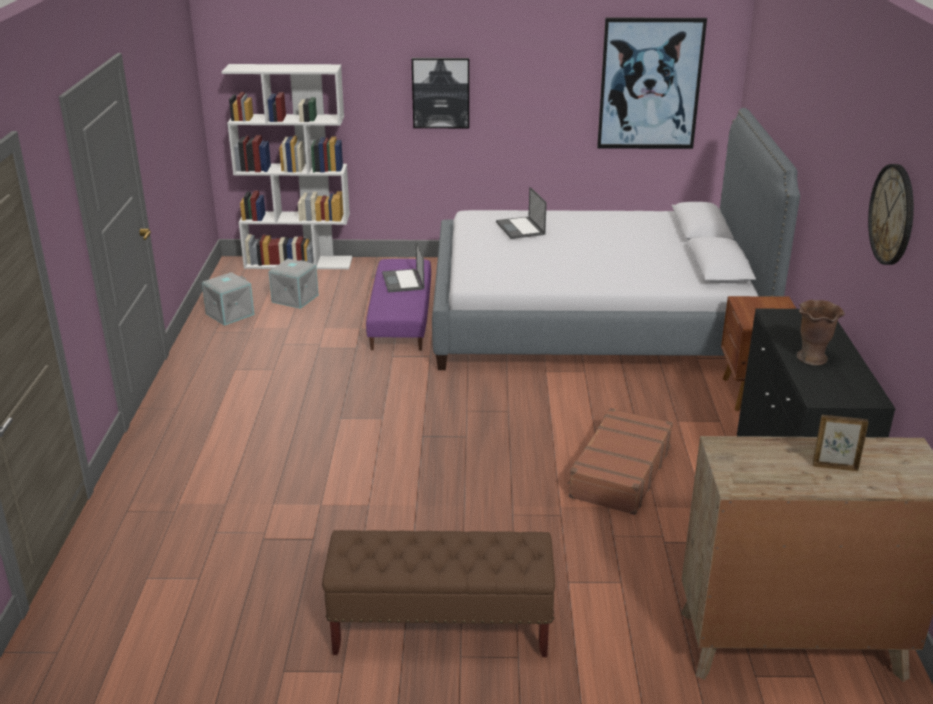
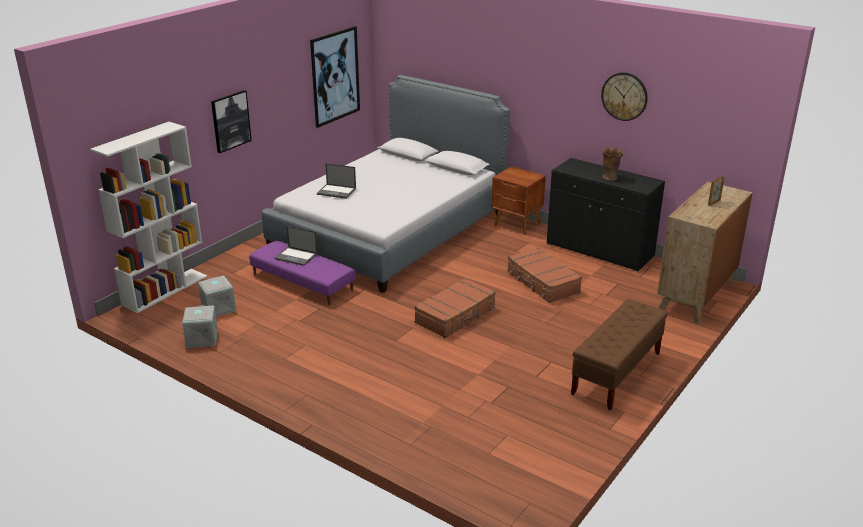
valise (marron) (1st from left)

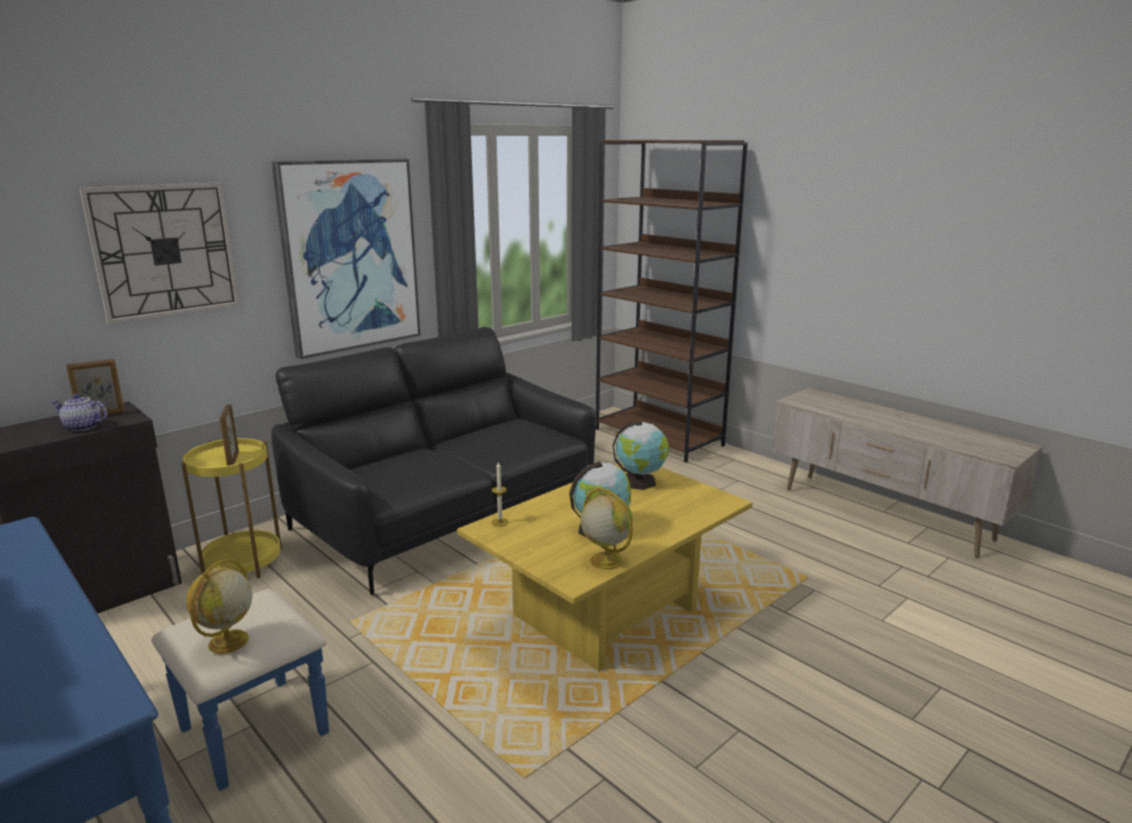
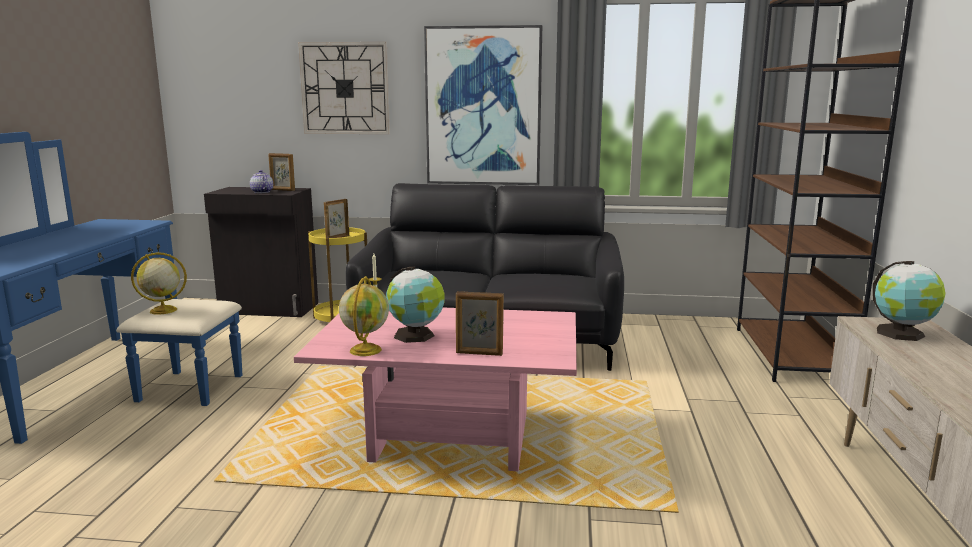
table basse (rose)
cadre photo (3rd from left)
globe (4th from left)

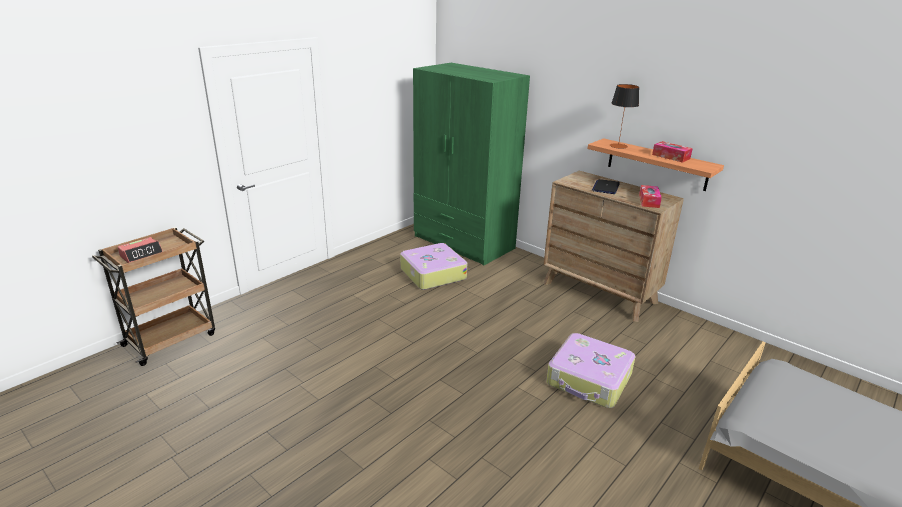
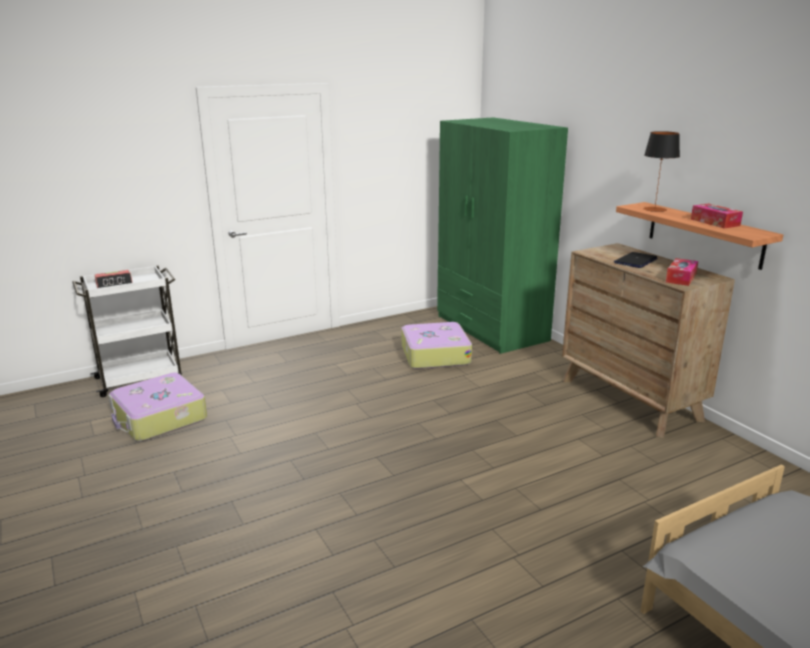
chariot (blanc)
valise (1st from left)

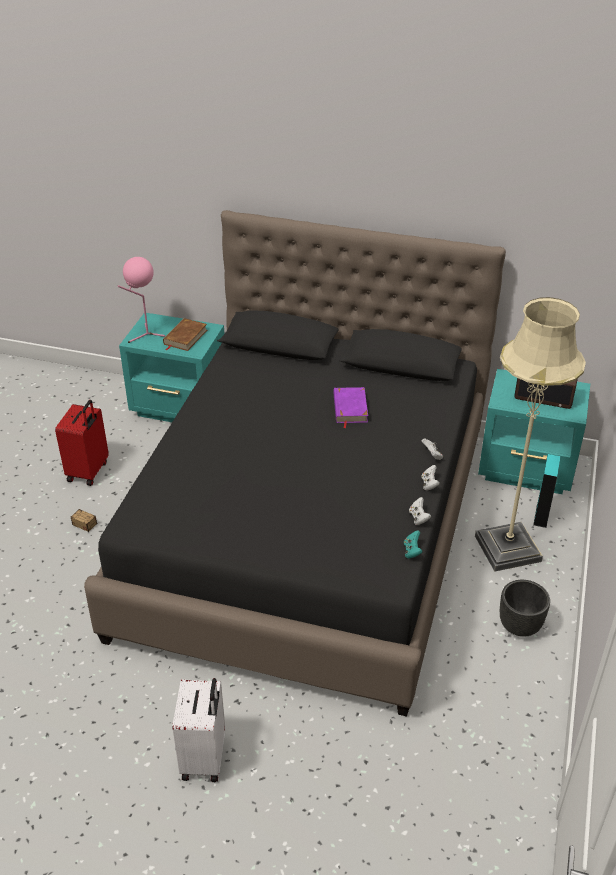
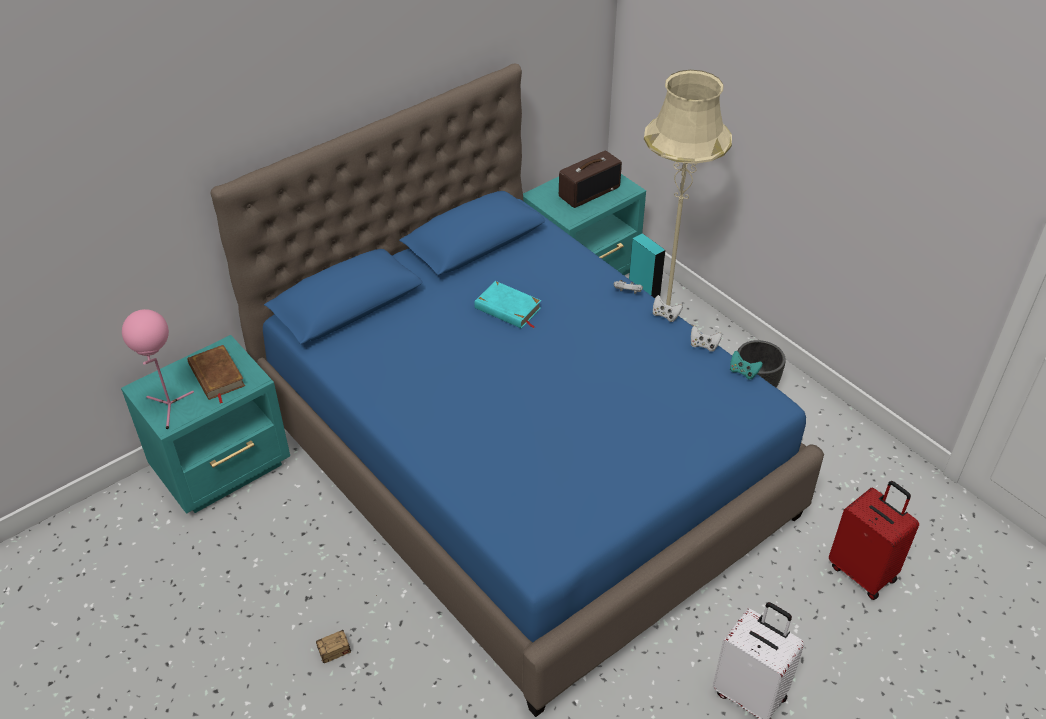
lit (bleu)
livre (turquoise)
valise (rouge)

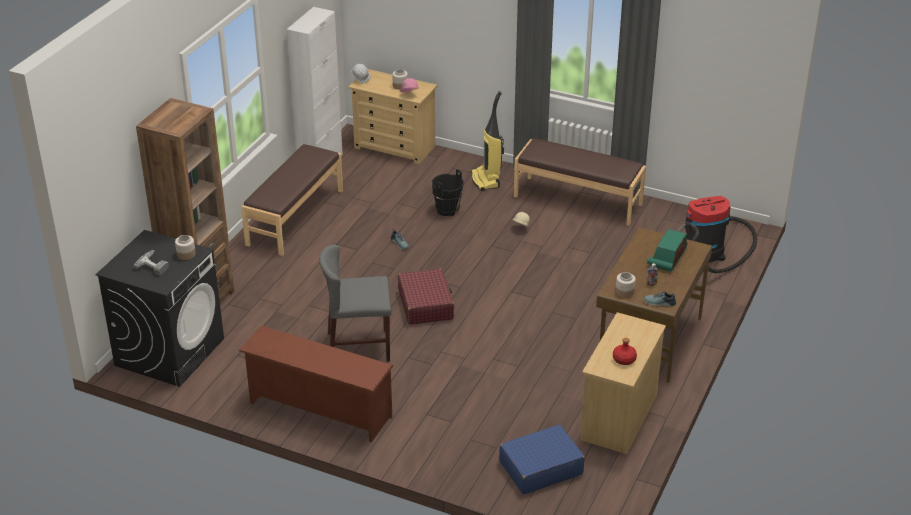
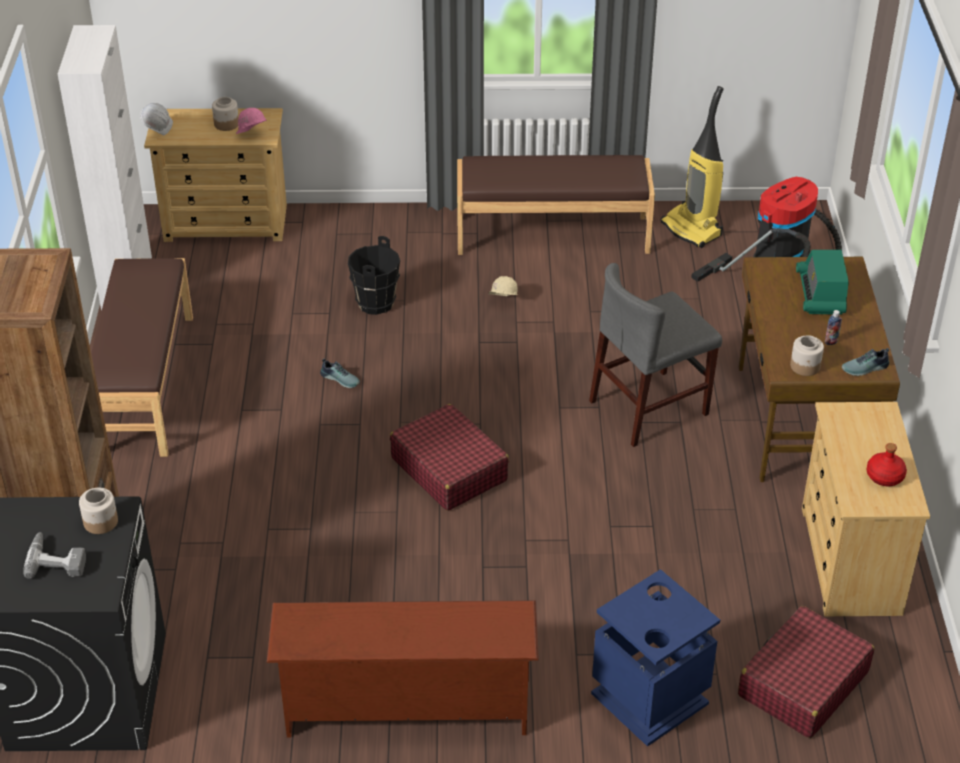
chaise (gris)
poubelle (bleu)
aspirateur (1st from left)
valise (rouge) (2nd from left)

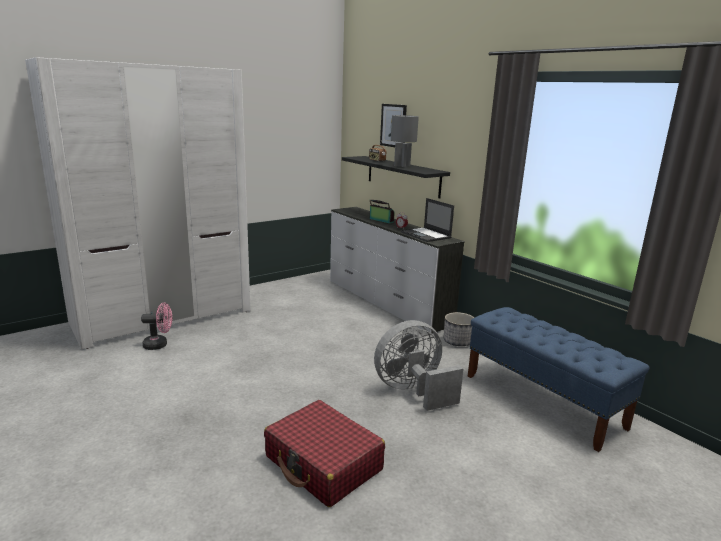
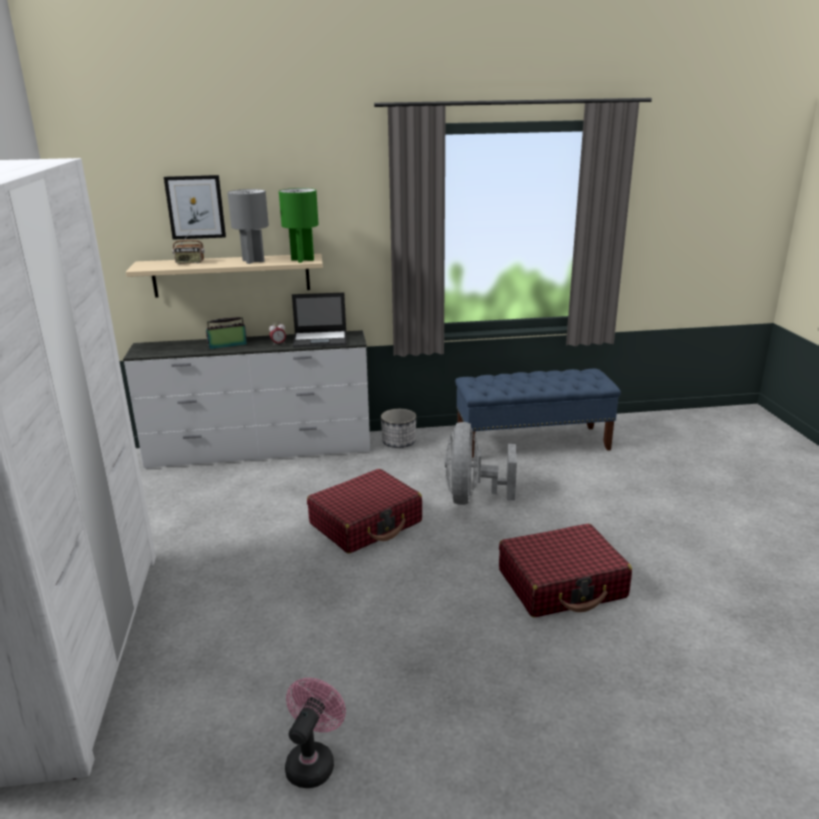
étagère (beige)
lampe de table (vert)
ventilateur (rose)
valise (rouge) (1st from left)

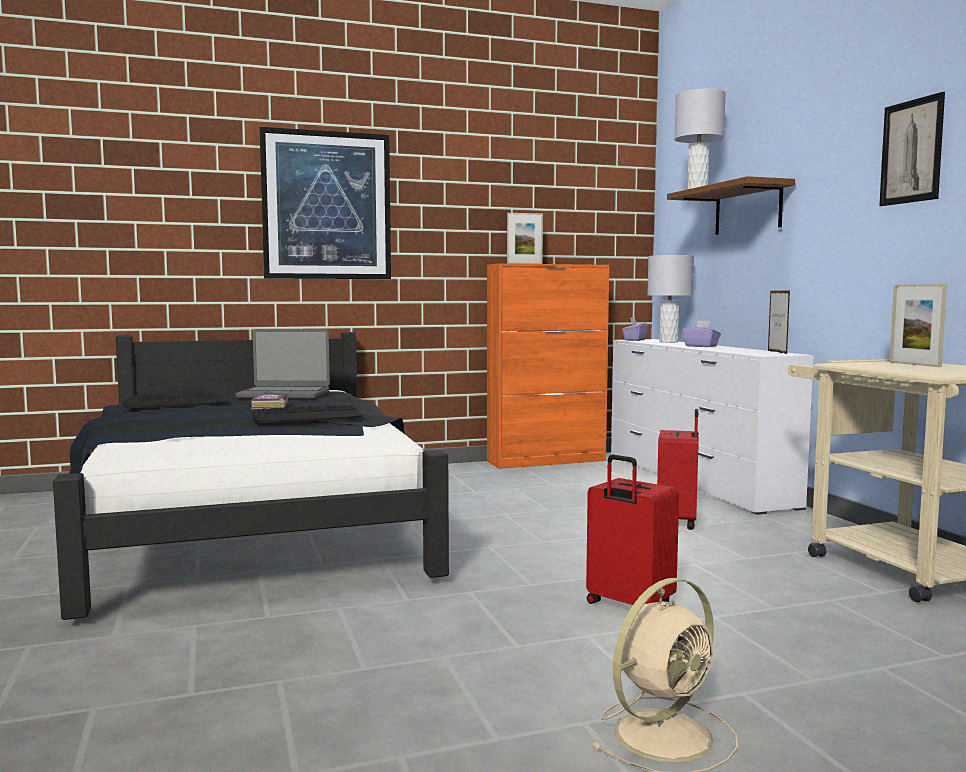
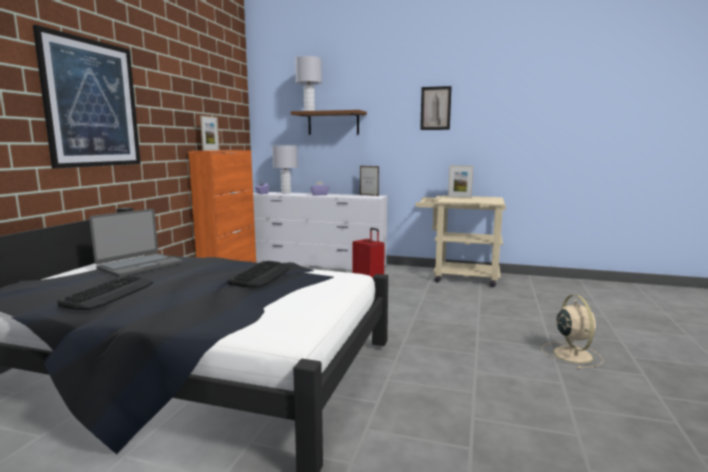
livre
valise (rouge) (1st from left in the first image)

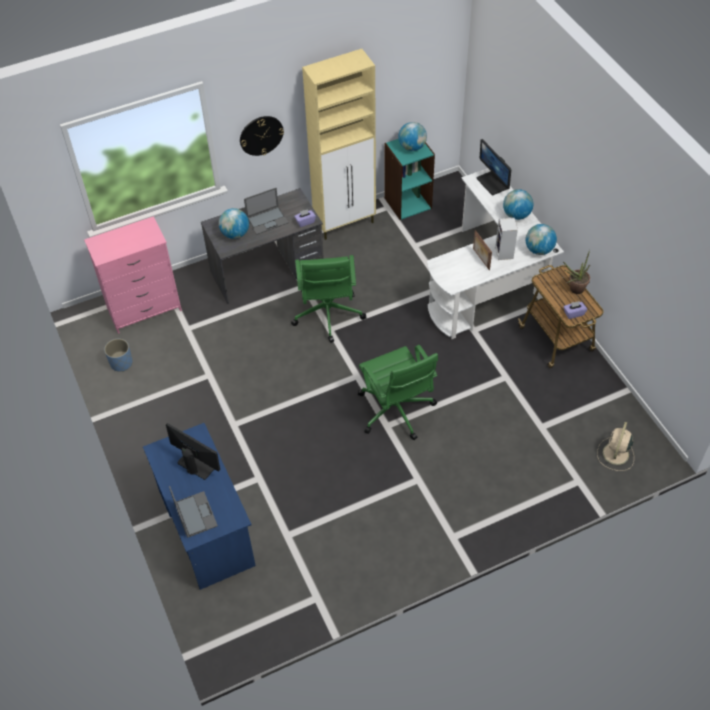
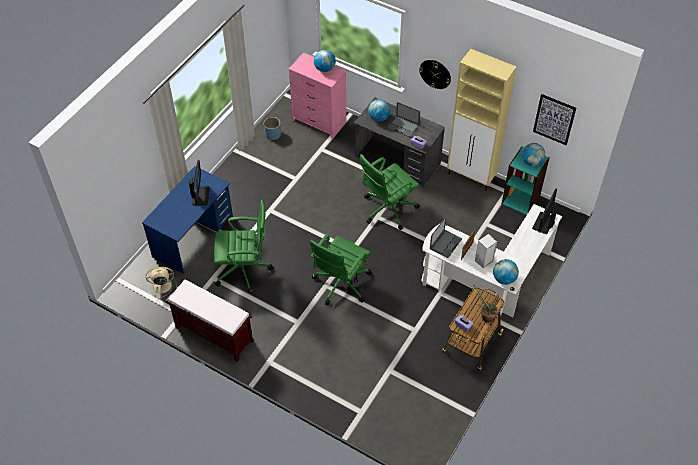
ventilateur (beige)
banc (marron)
chaise de bureau (vert) (1st from left)
globe (1st from left)
ordinateur portable (2nd from left)
tableau

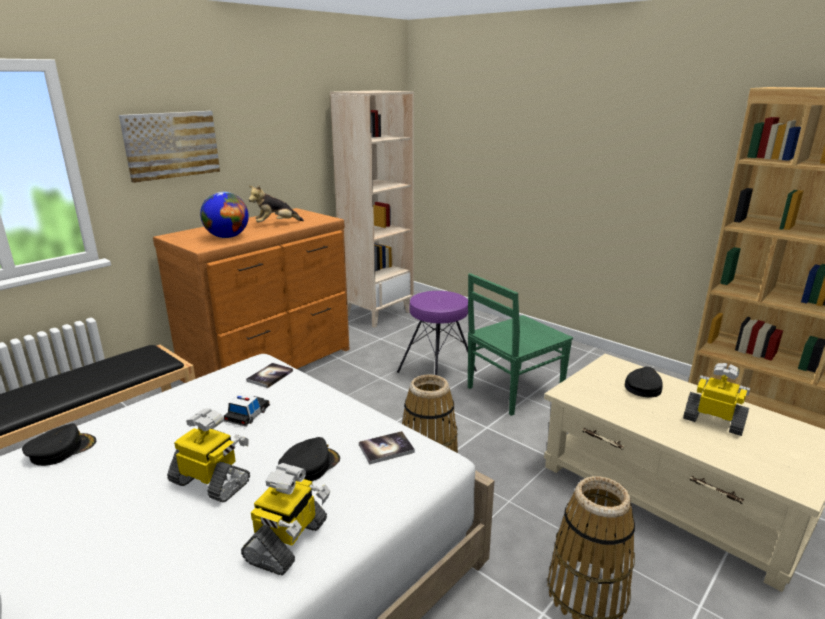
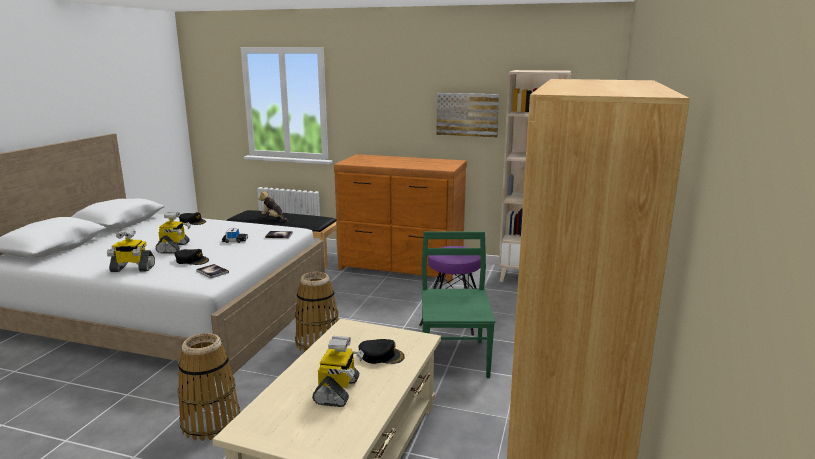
peluche
chaise (vert)
tableau
globe

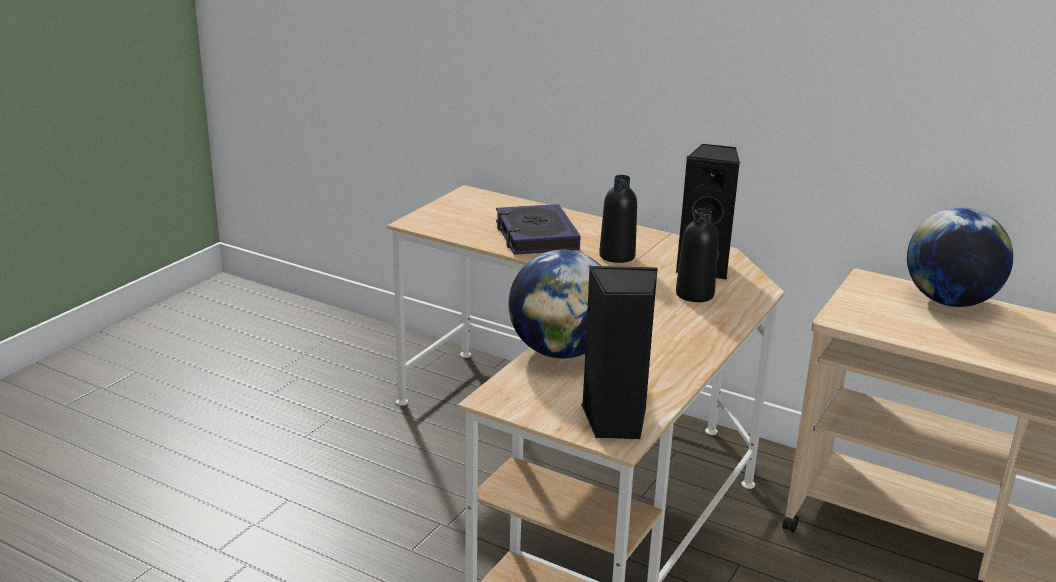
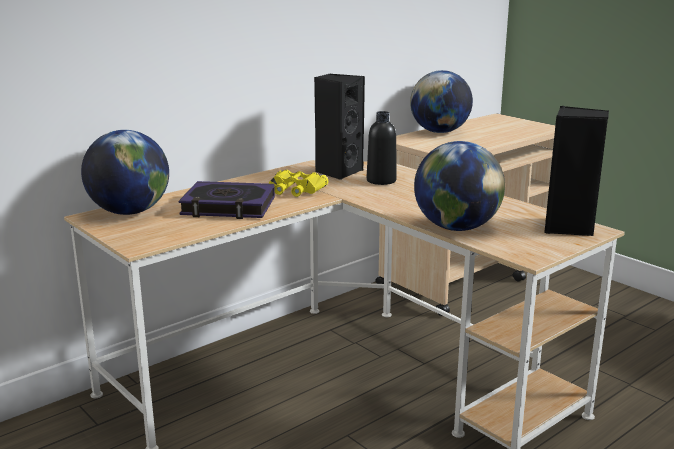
globe (1st from left)
jumelles (jaune)

